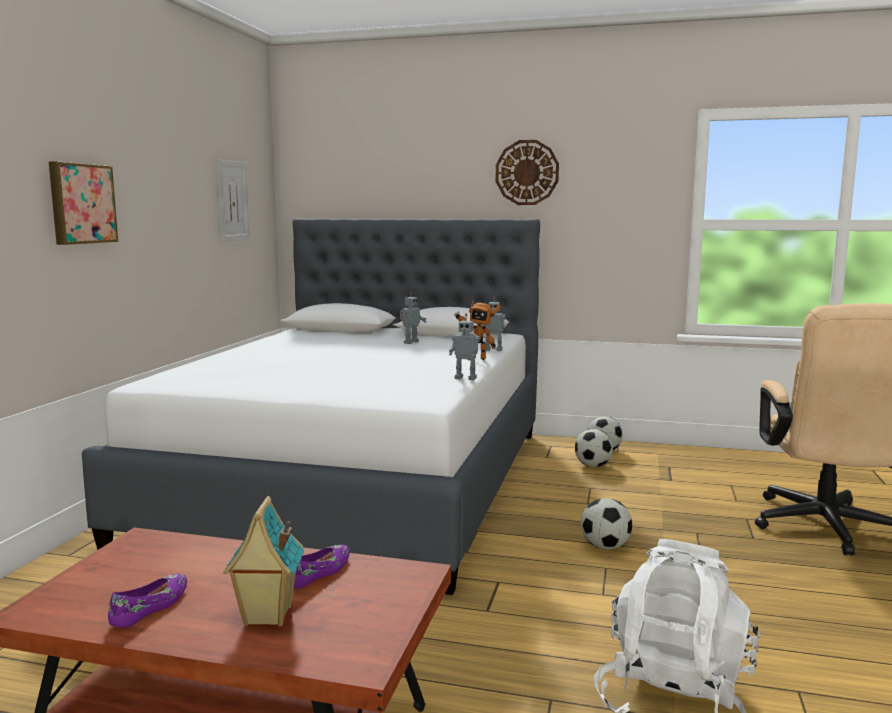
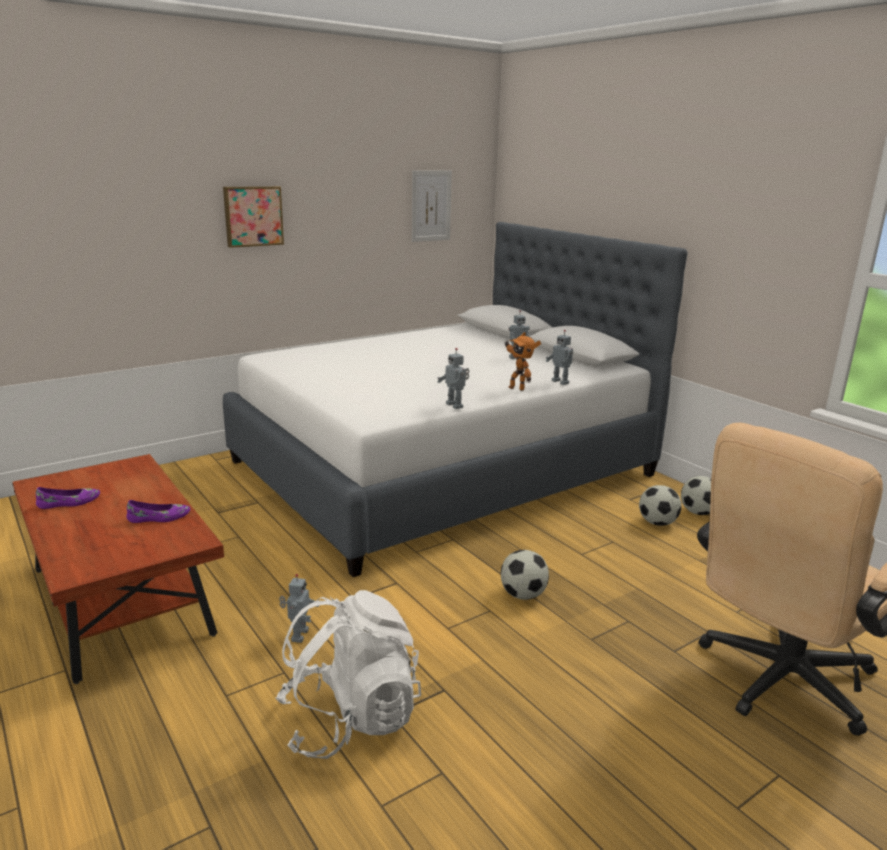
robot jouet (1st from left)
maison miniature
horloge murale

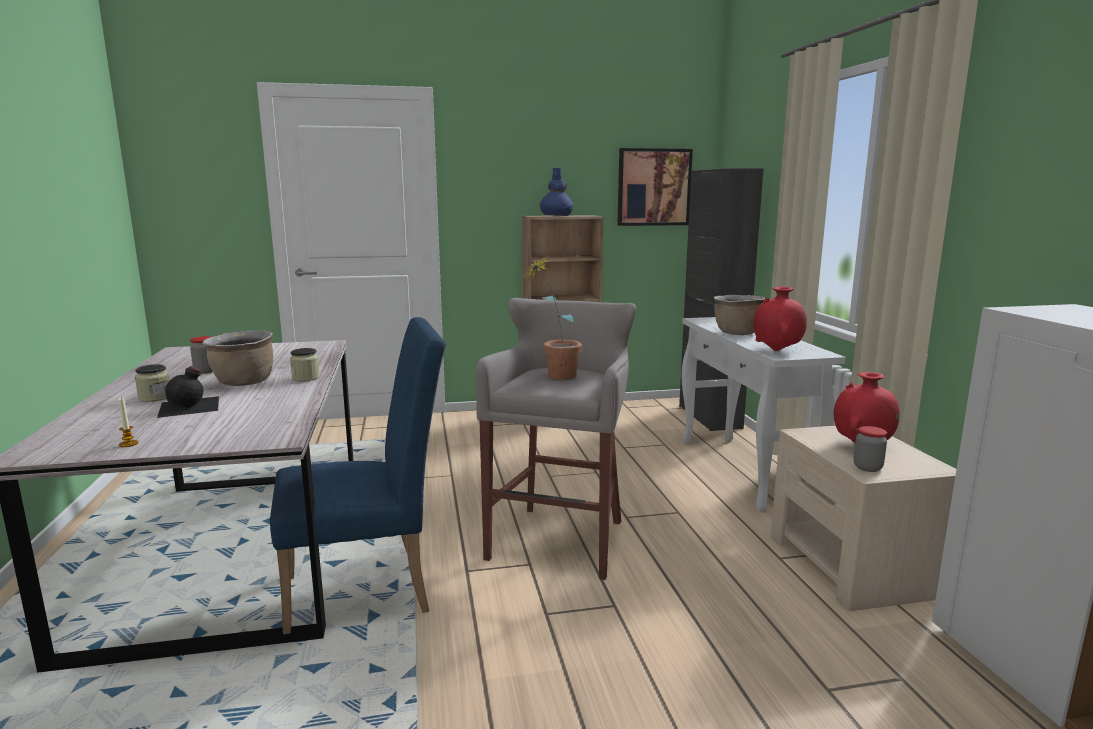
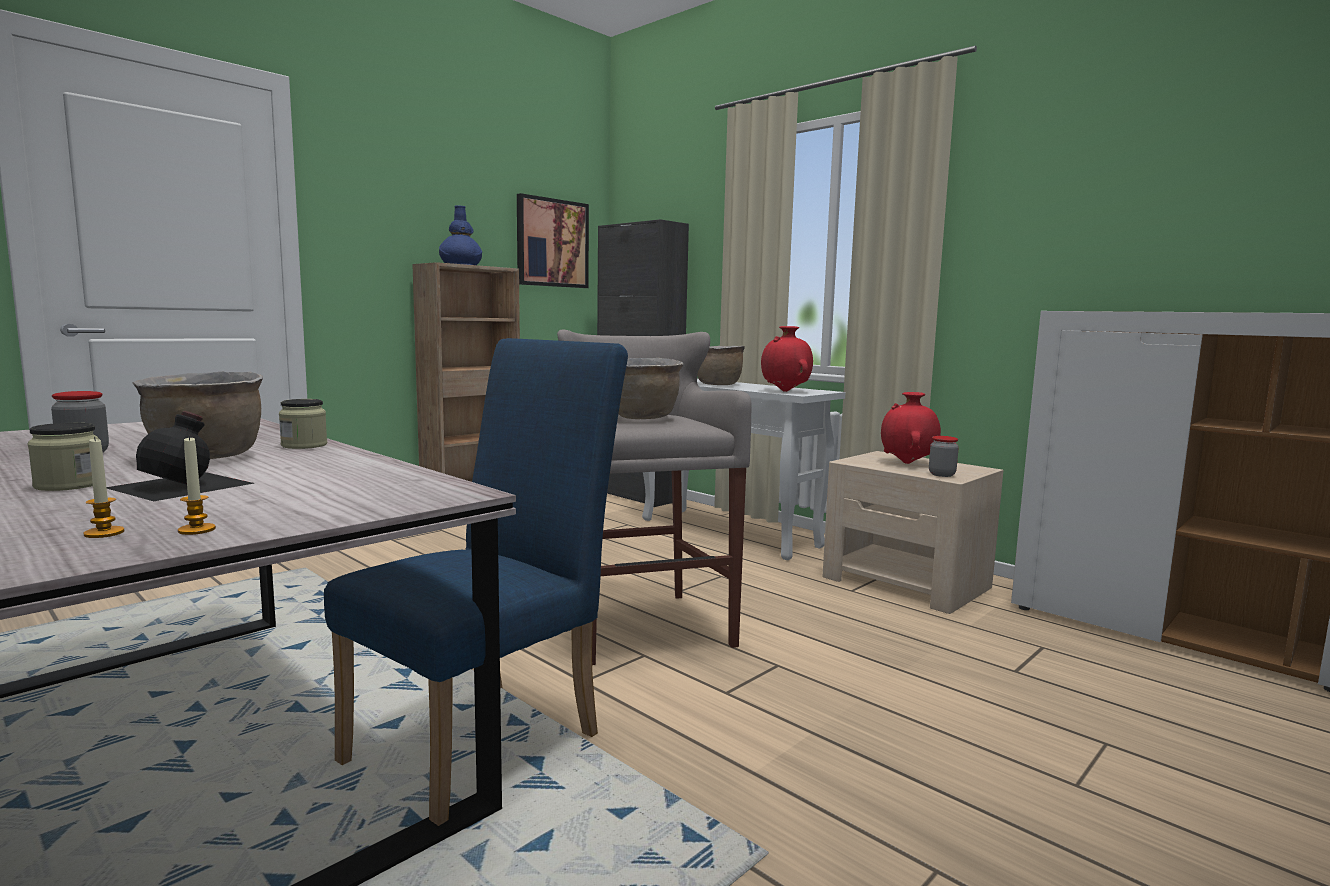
bougie (1st from left)
marmite (marron) (2nd from left)

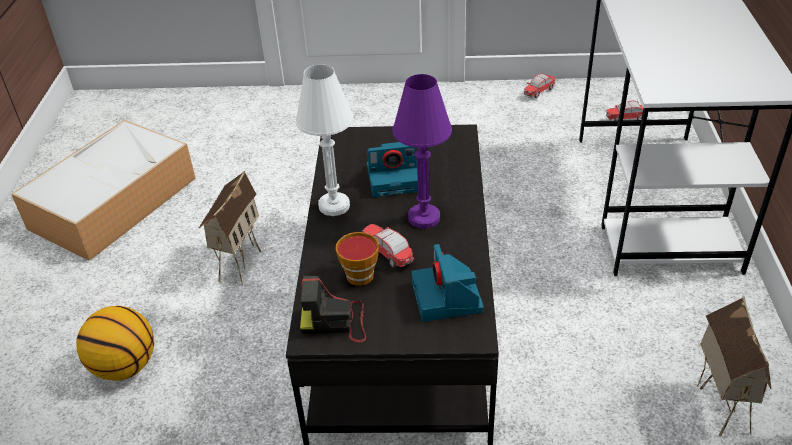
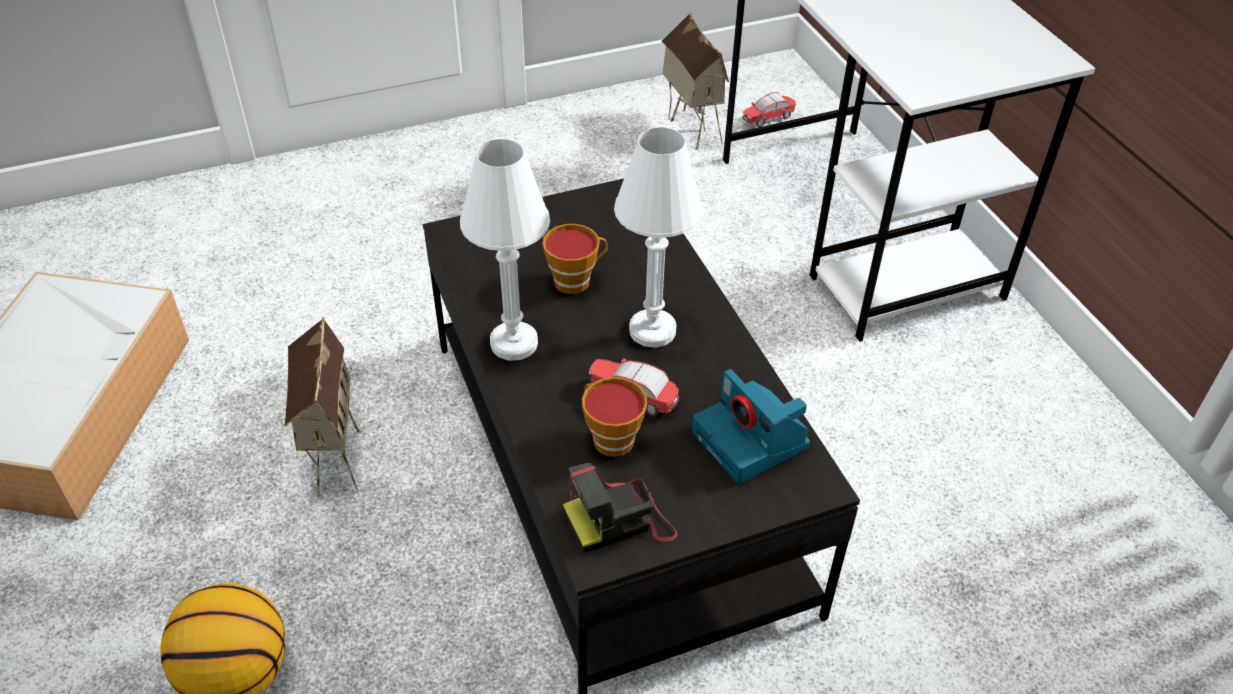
tasse (1st from left)
lampe de table (blanc) (2nd from left)
maison miniature (2nd from left)
petite voiture (2nd from left in the first image)

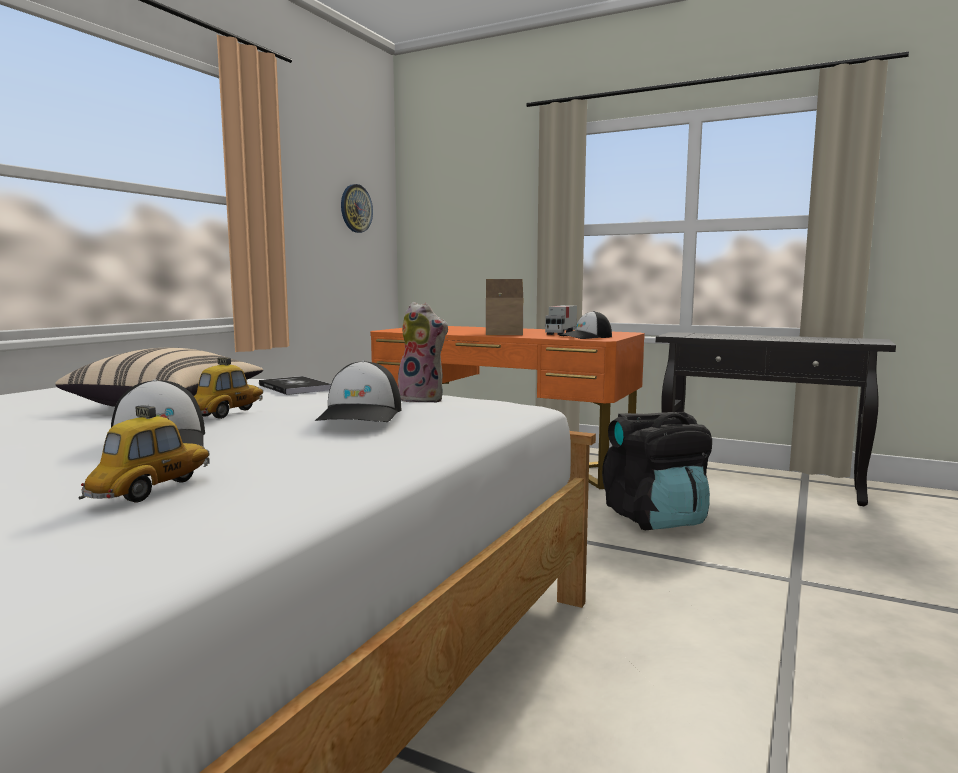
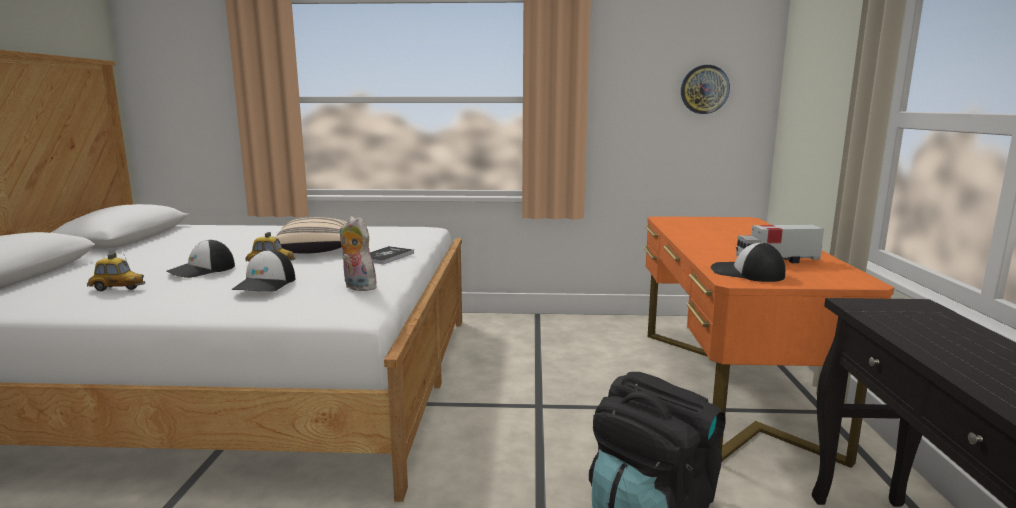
casquette (2nd from left)
peluche
maison miniature

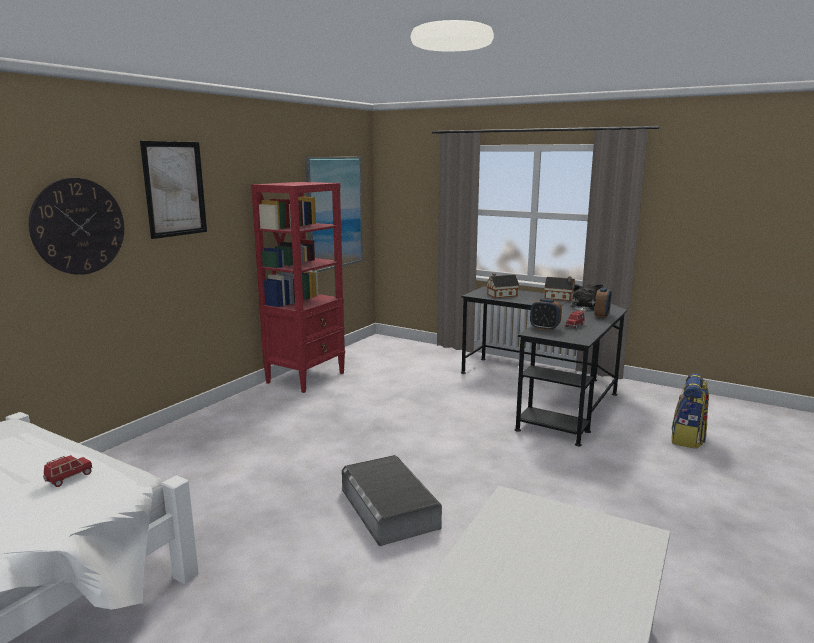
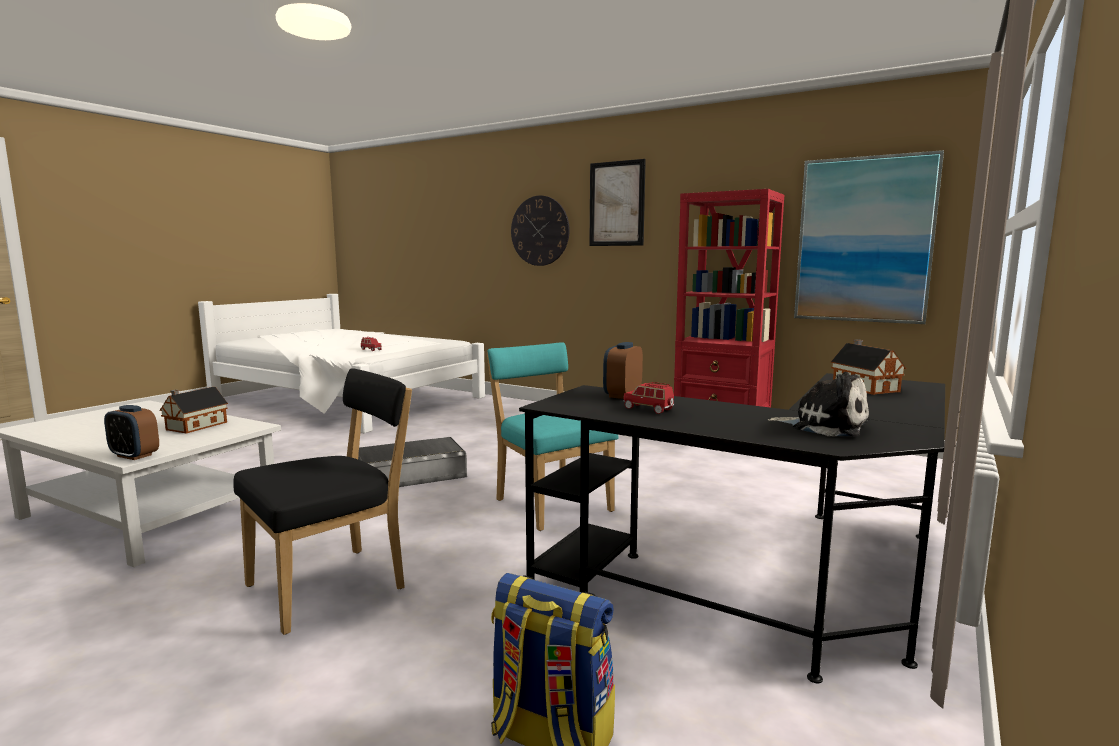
réveil (1st from left)
maison miniature (1st from left)
chaise (noir)
chaise (turquoise)

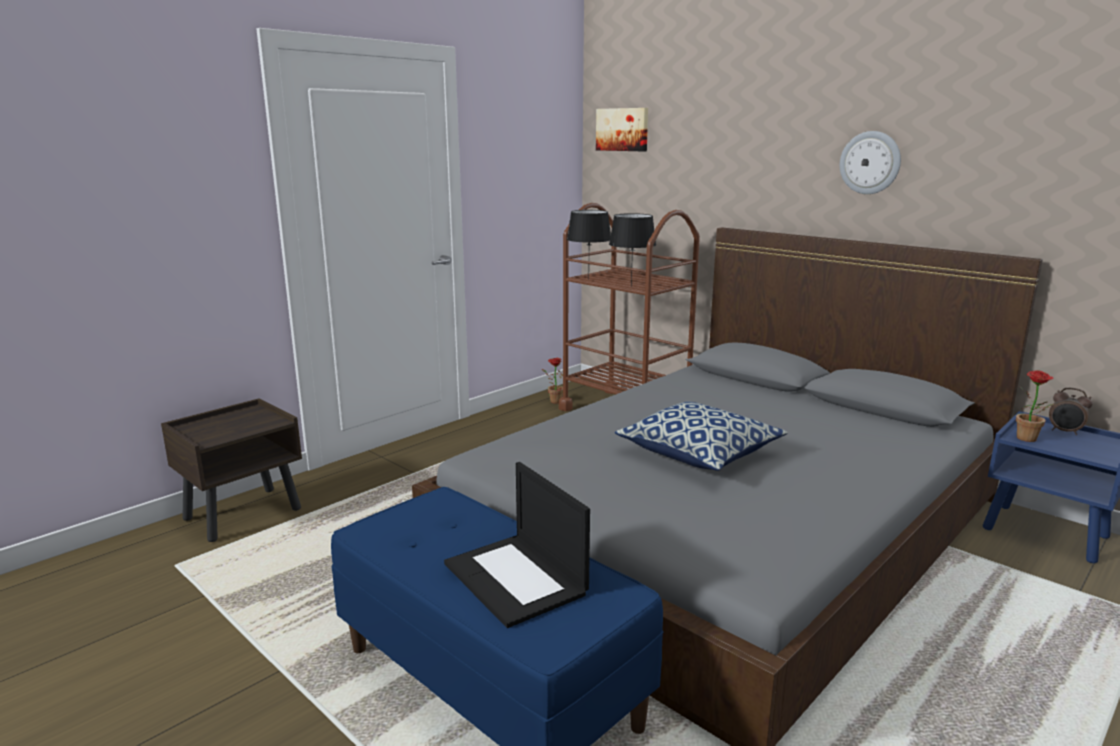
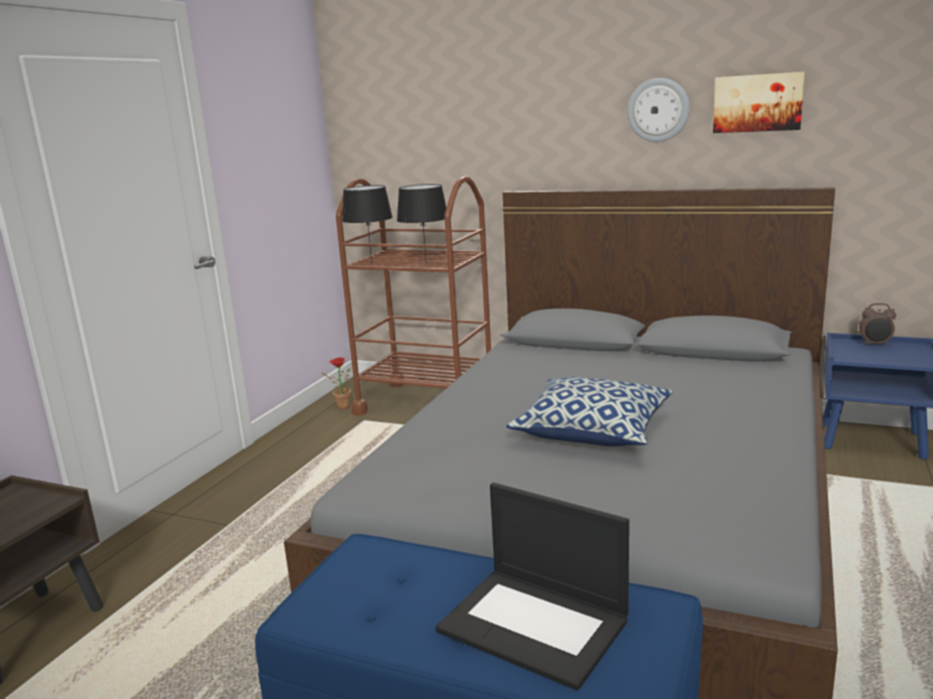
tableau
plante en pot (2nd from left in the first image)

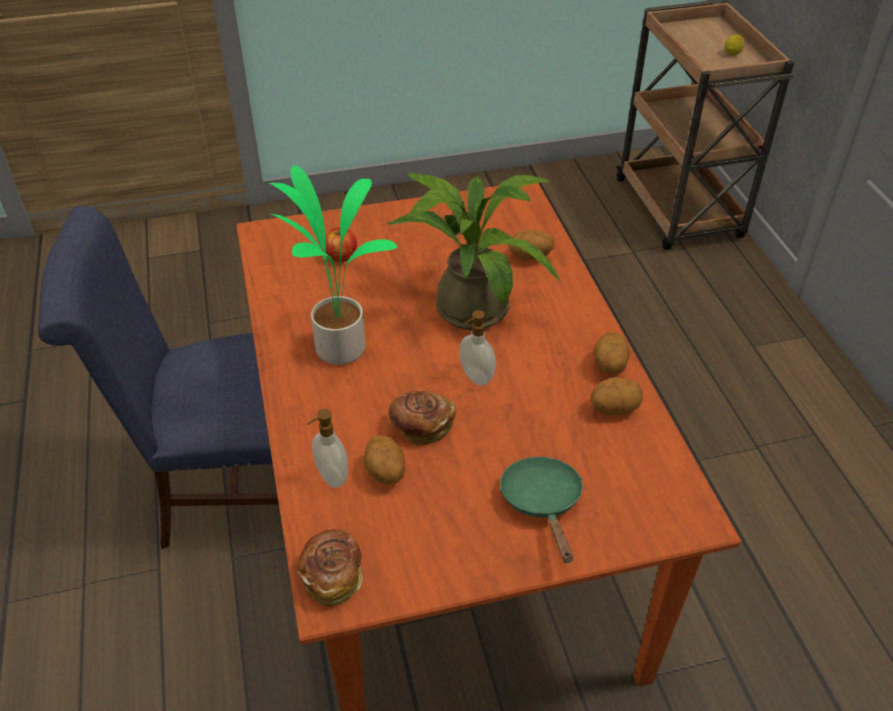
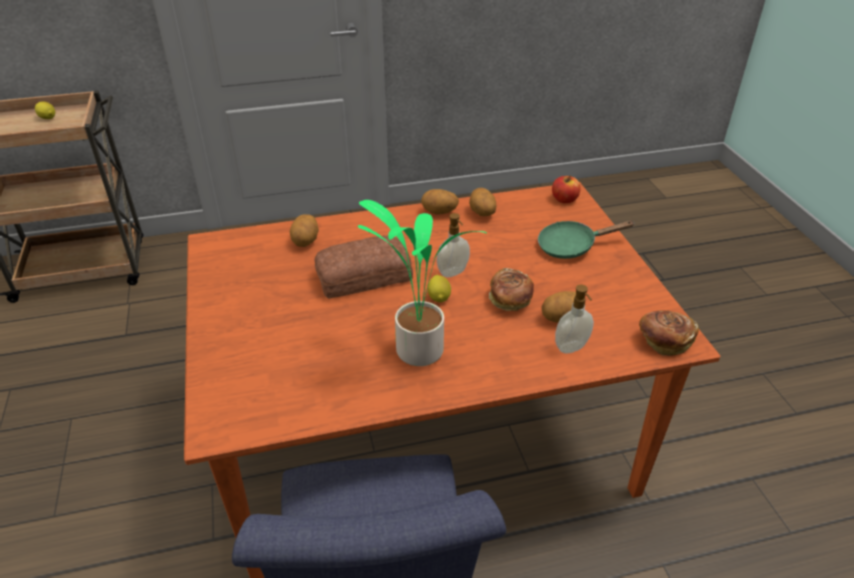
pain (1st from left)
citron (2nd from left)
pomme

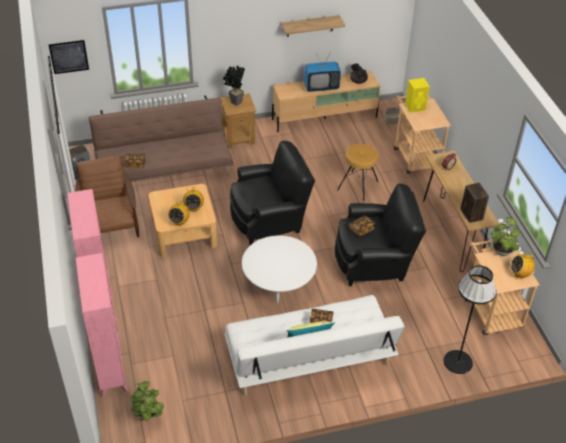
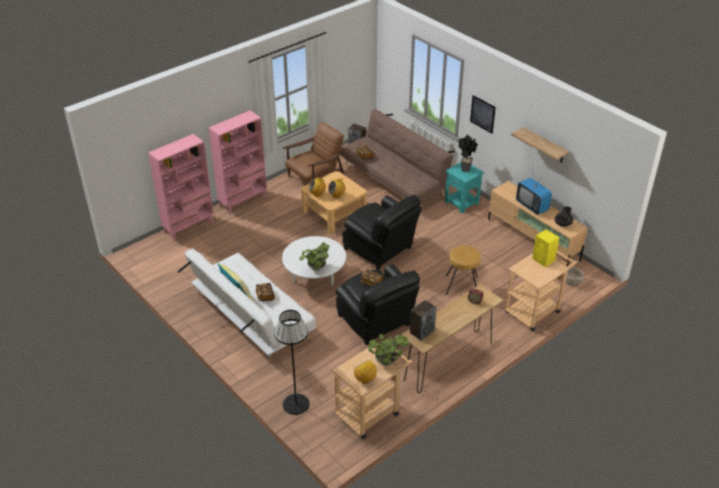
plante en pot (1st from left)
table d'appoint (turquoise)
tableau

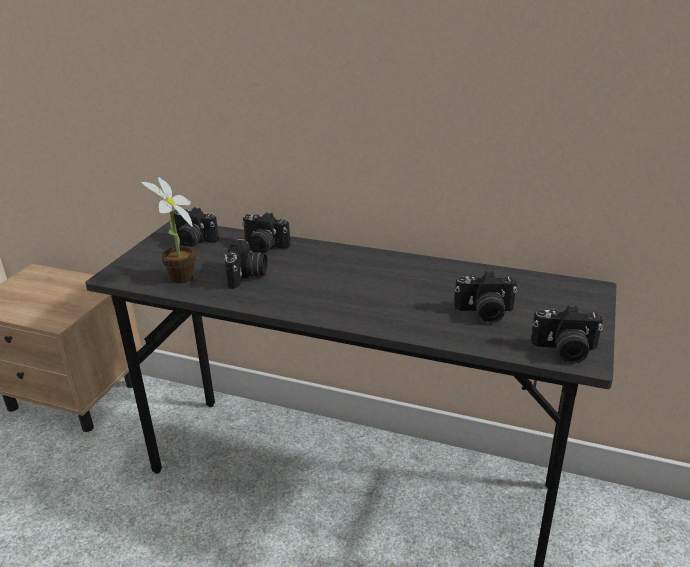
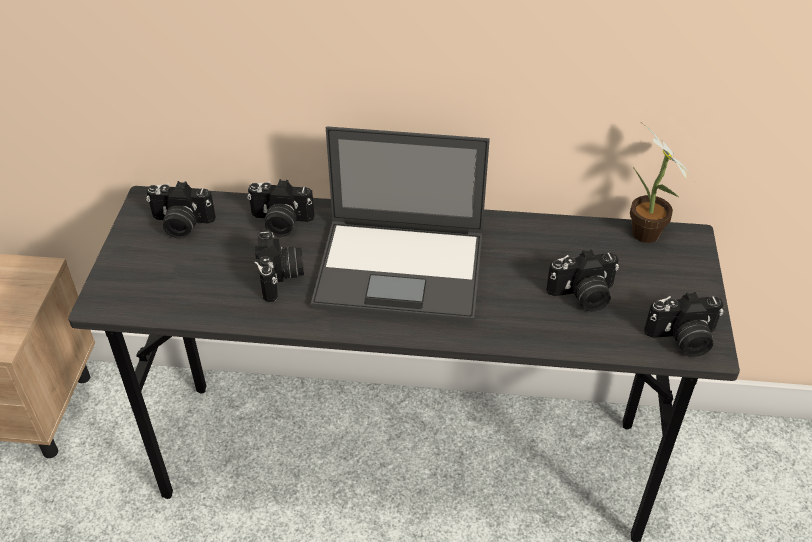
ordinateur portable
plante en pot

